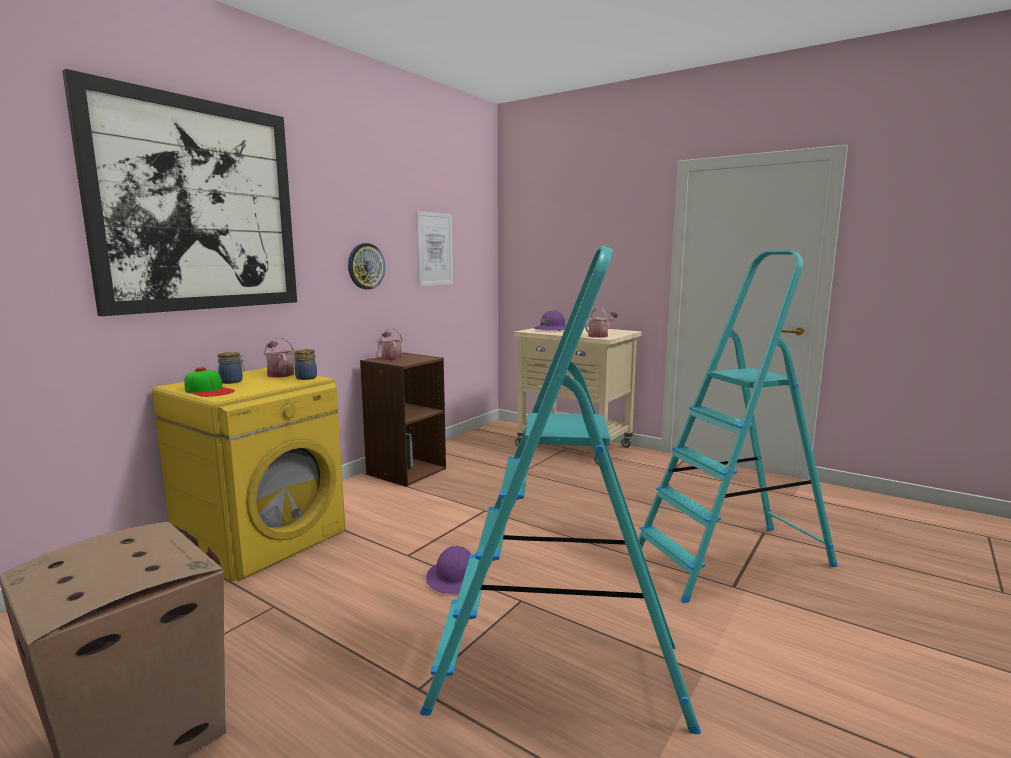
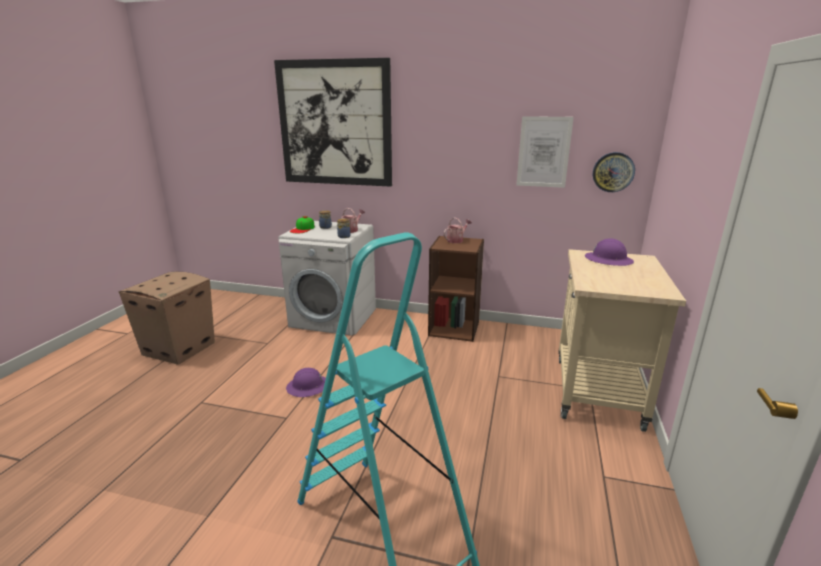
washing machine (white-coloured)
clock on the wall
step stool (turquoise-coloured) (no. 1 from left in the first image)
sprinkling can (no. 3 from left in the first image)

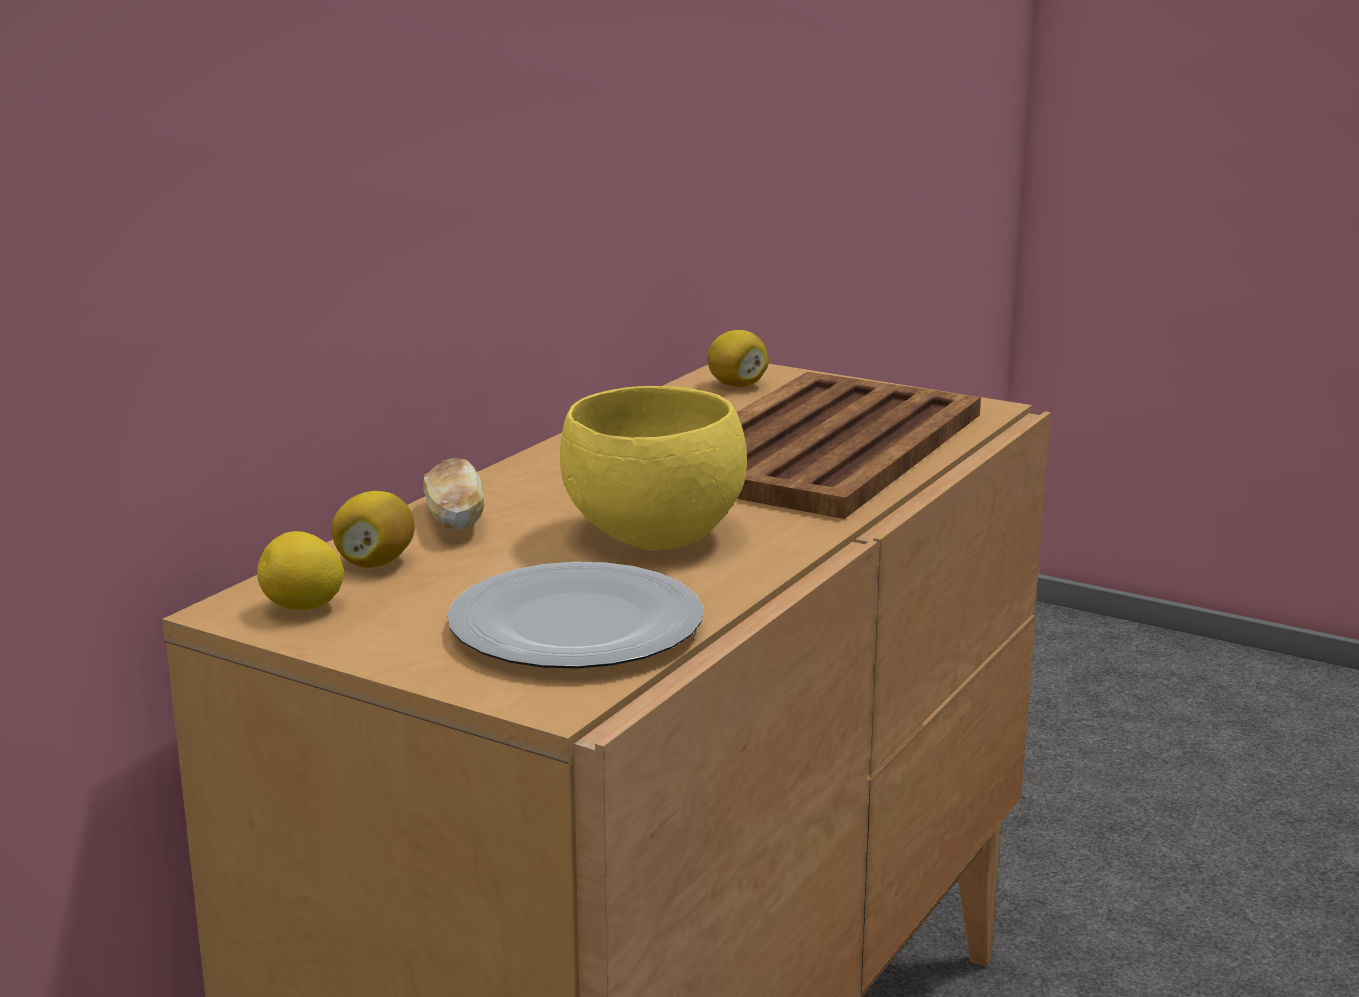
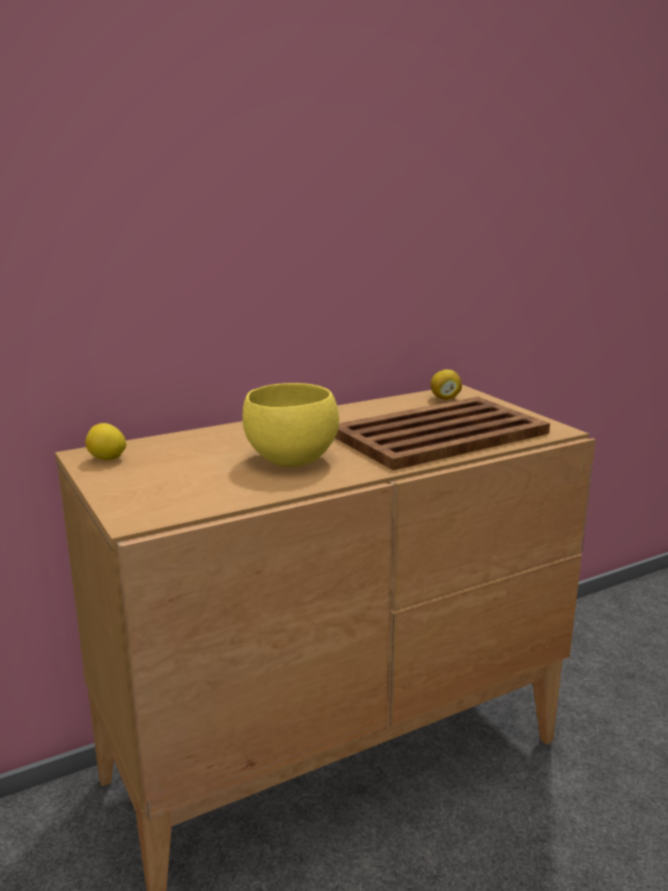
whole lemon (no. 2 from left in the first image)
bread
dinner plate

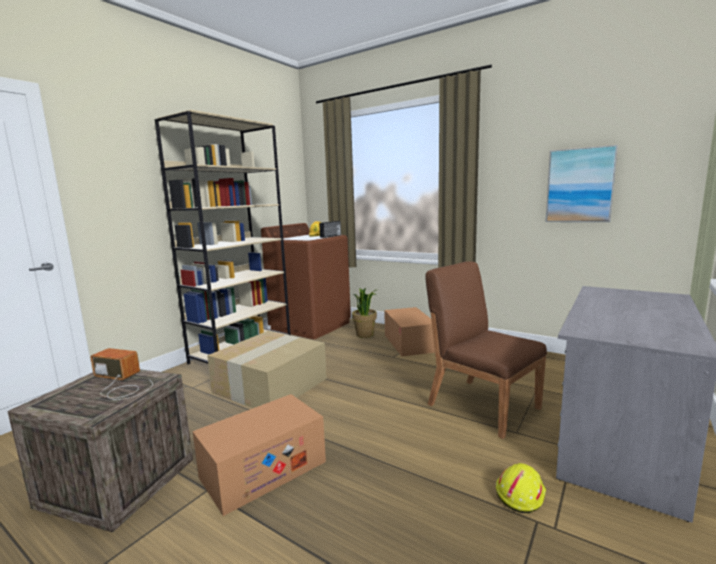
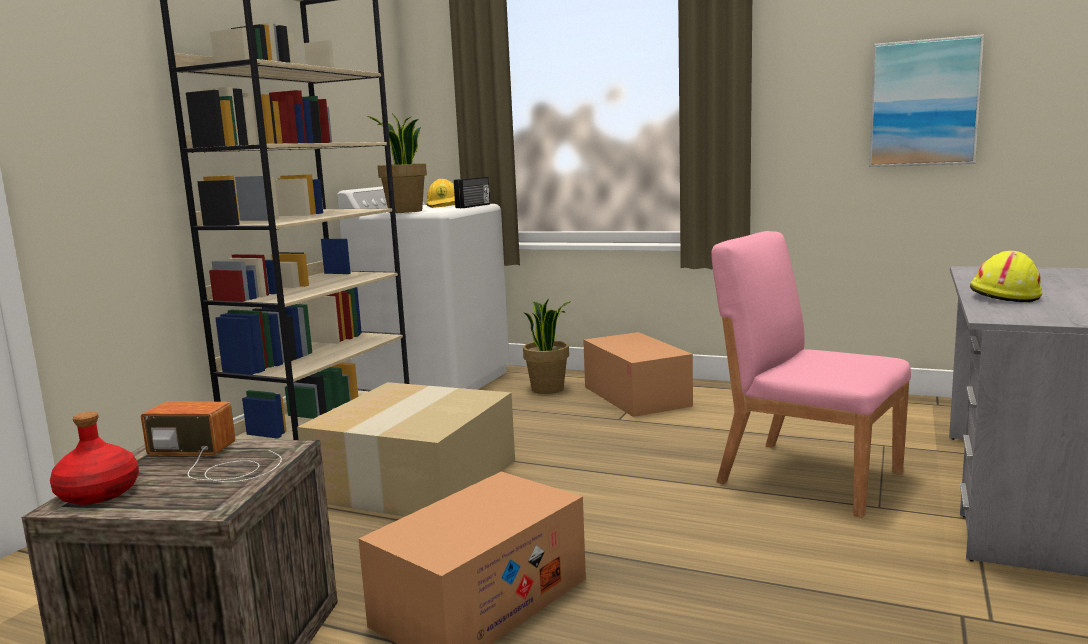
washing machine (white-coloured)
upright chair (pinkish)
hard hat (yellowish) (no. 2 from left)
drink bottle (reddish)
plant in a pot (no. 1 from left)

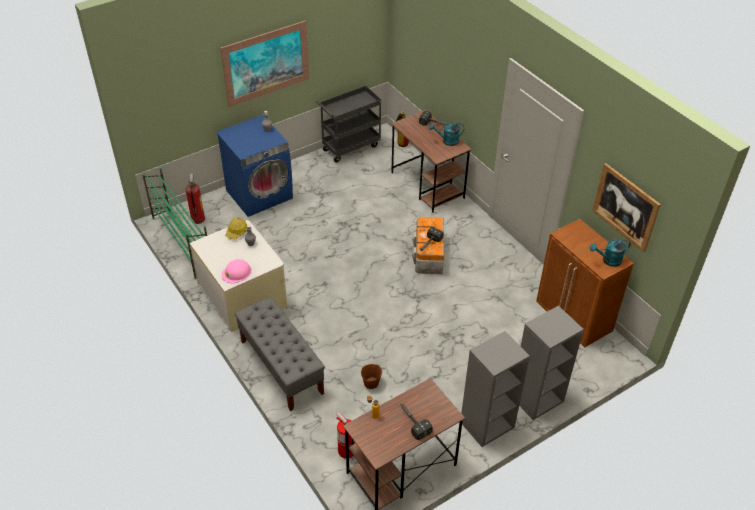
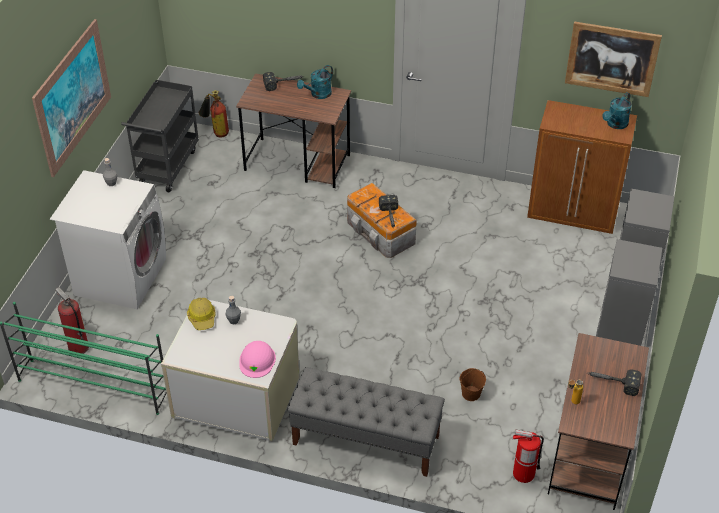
washing machine (white-coloured)

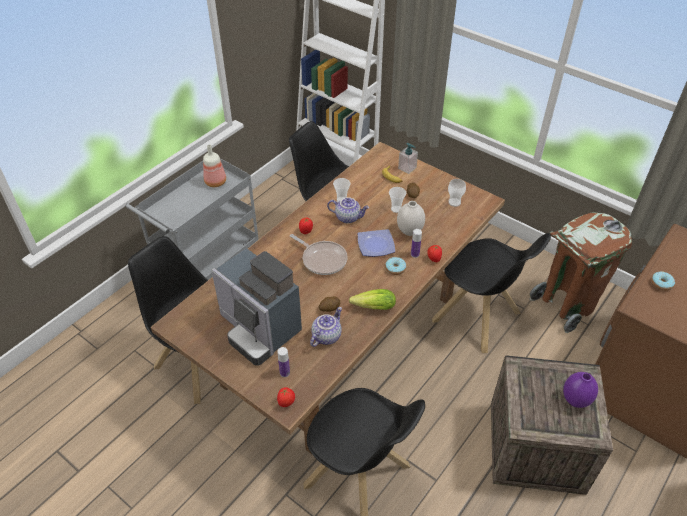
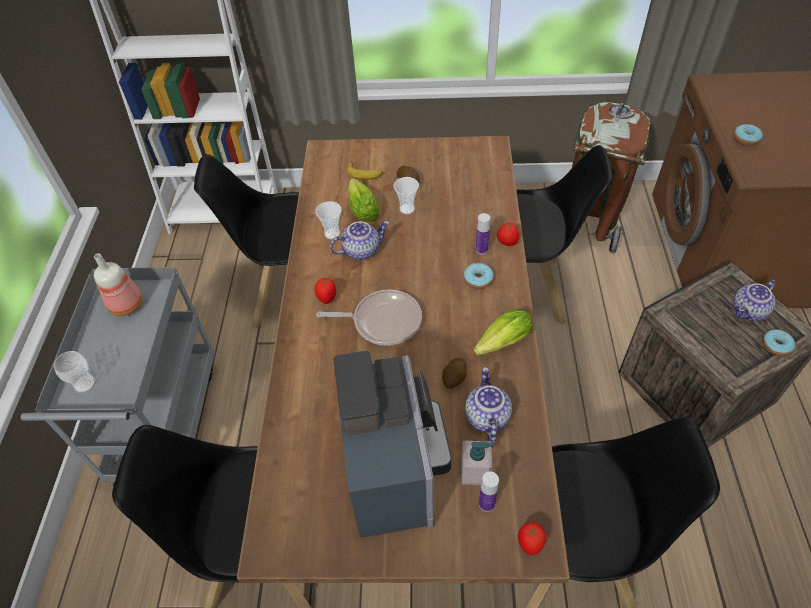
coffee machine
dinner plate
decorative vase (white-coloured)
soap dispenser
cup (no. 1 from left)
teapot (no. 3 from left)
head of lettuce (no. 1 from left)
doughnut (no. 3 from left)

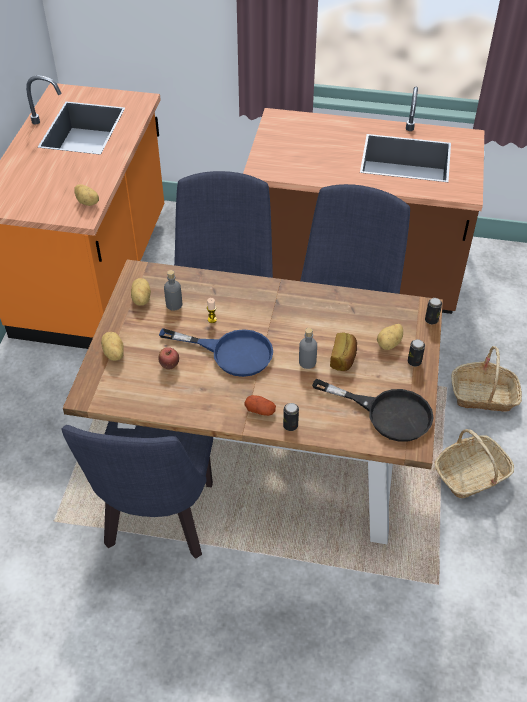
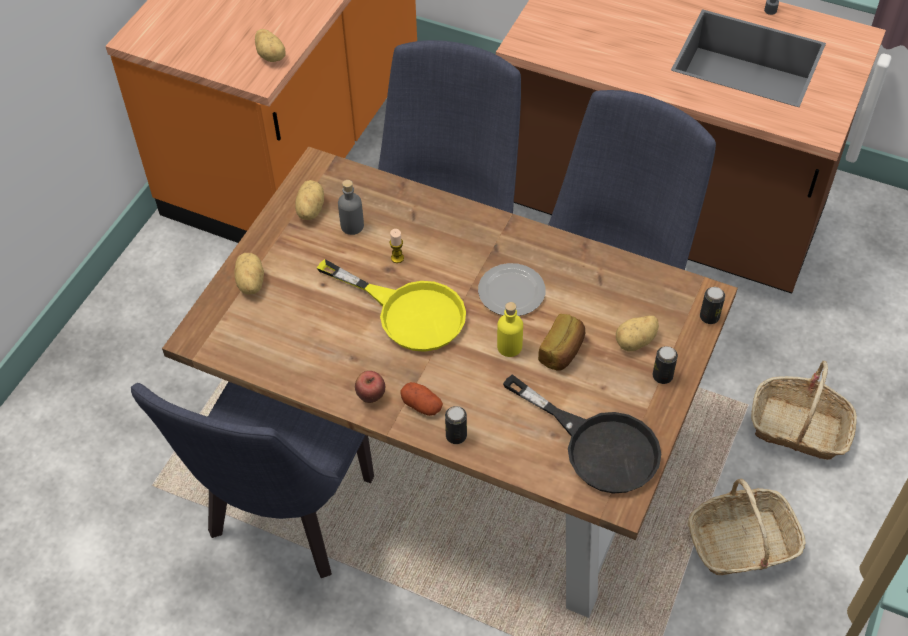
apple fruit
skillet (yellowish)
drink bottle (yellowish)
dinner plate

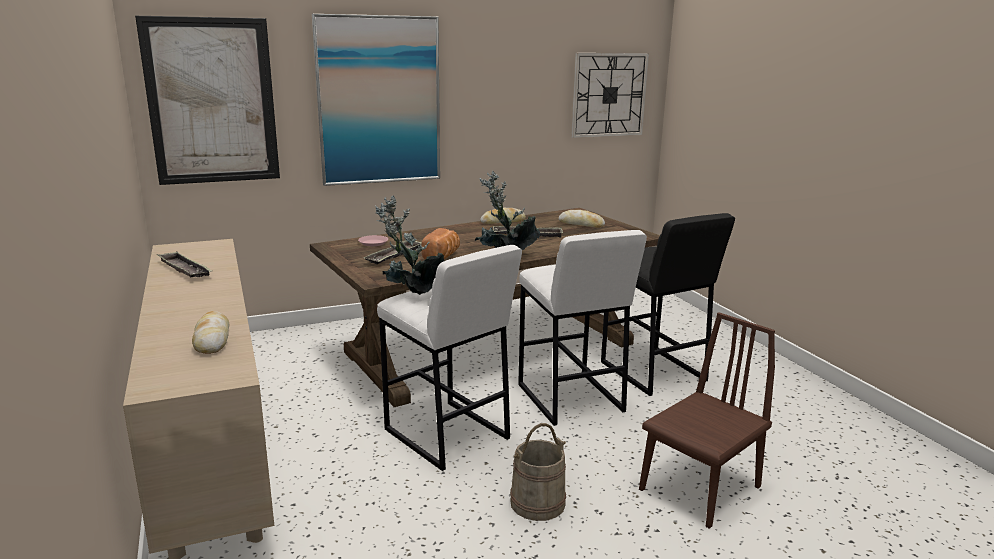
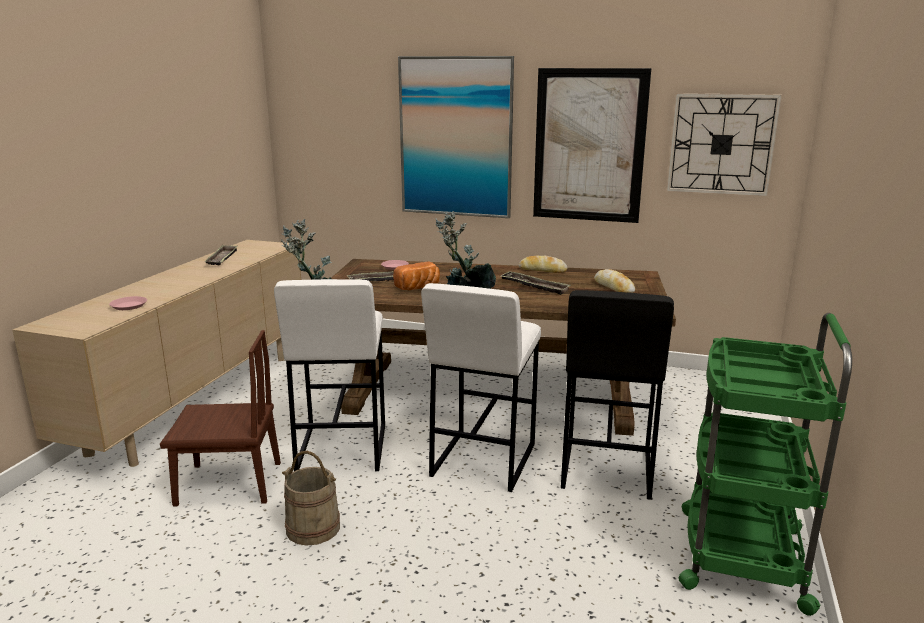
wall art (no. 2 from left)
dinner plate (pinkish) (no. 1 from left)
upright chair (brownish)
cart (green-coloured)

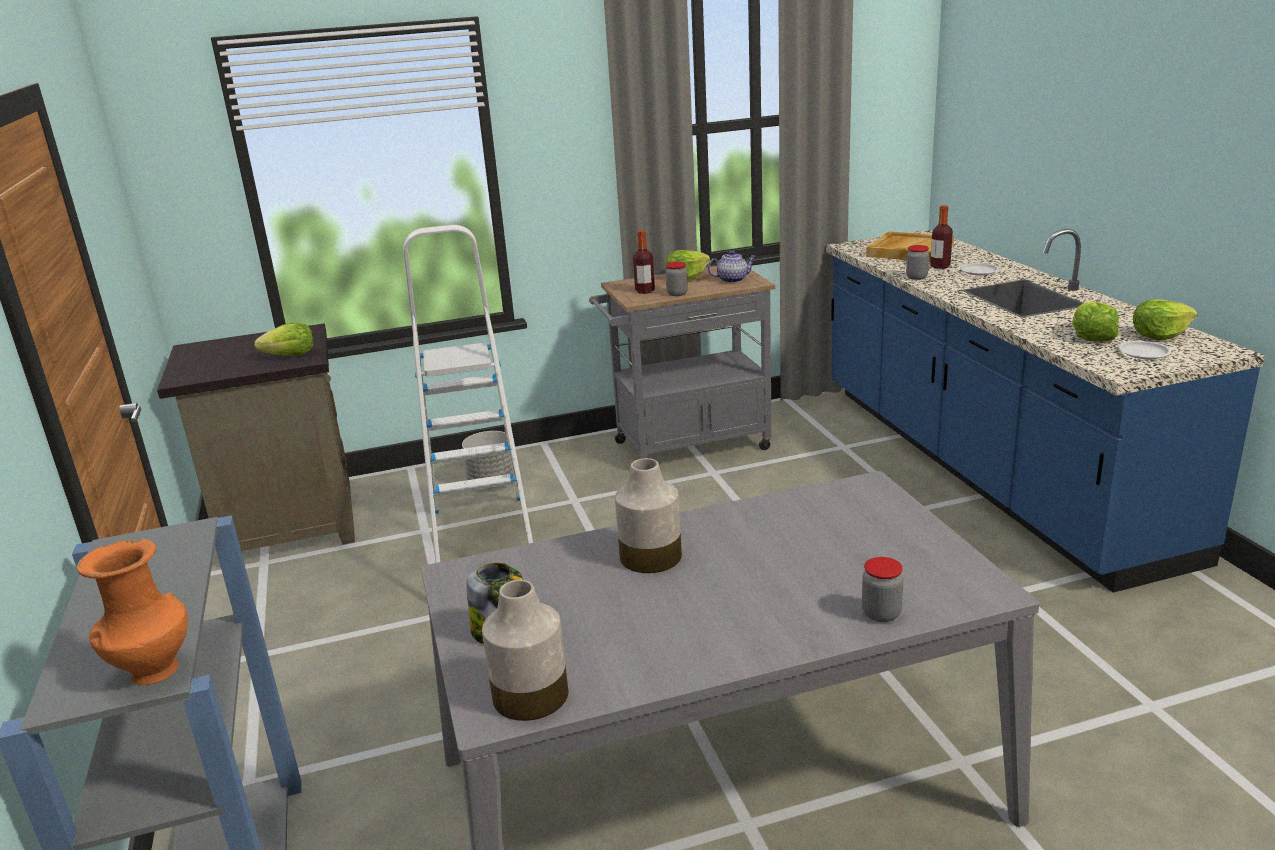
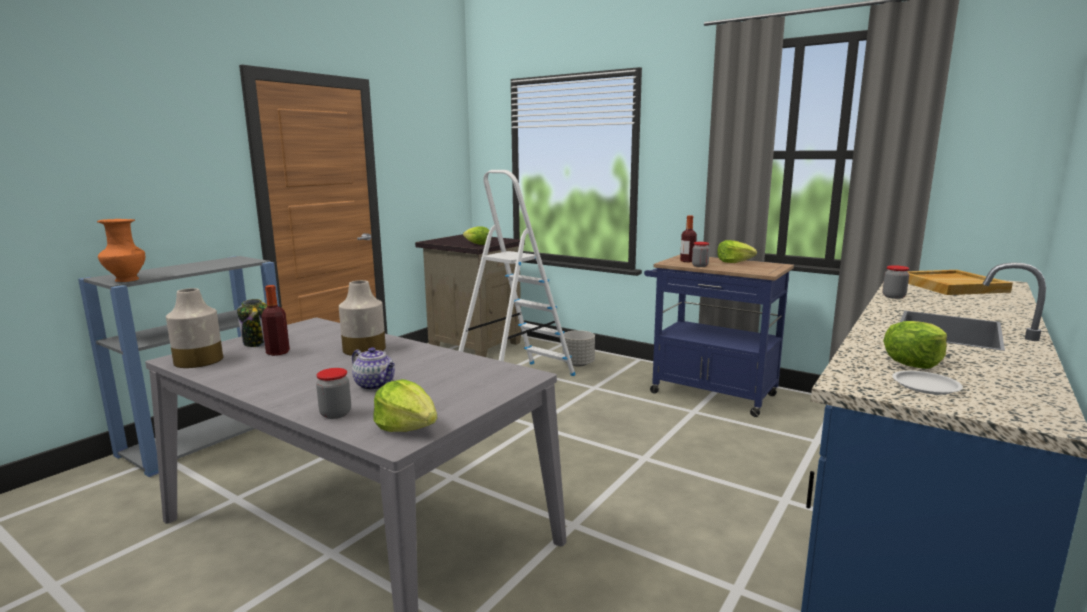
cart (blue-coloured)
teapot
drink bottle (no. 1 from left)
dinner plate (white-coloured) (no. 1 from left in the first image)
head of lettuce (no. 1 from left)

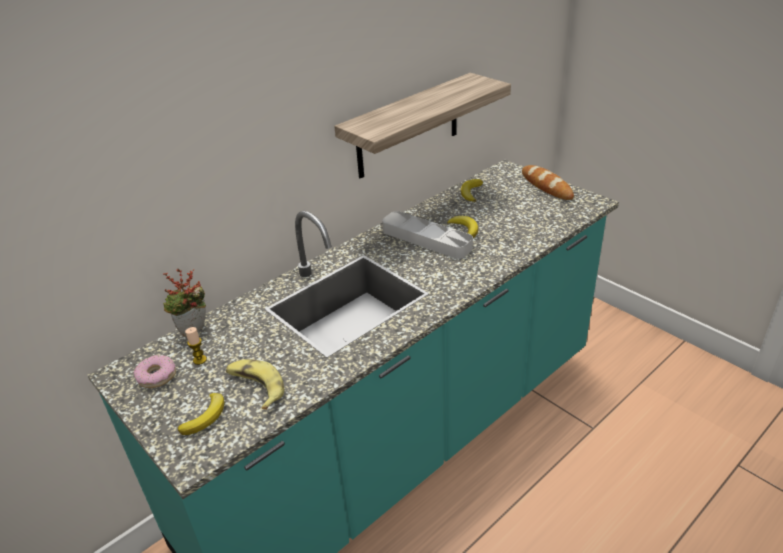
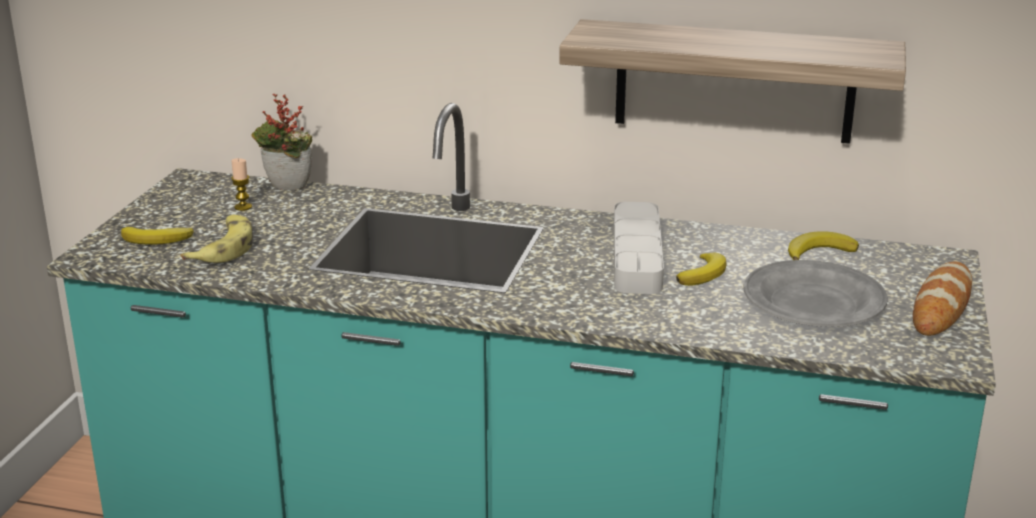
doughnut
dinner plate (gray)

